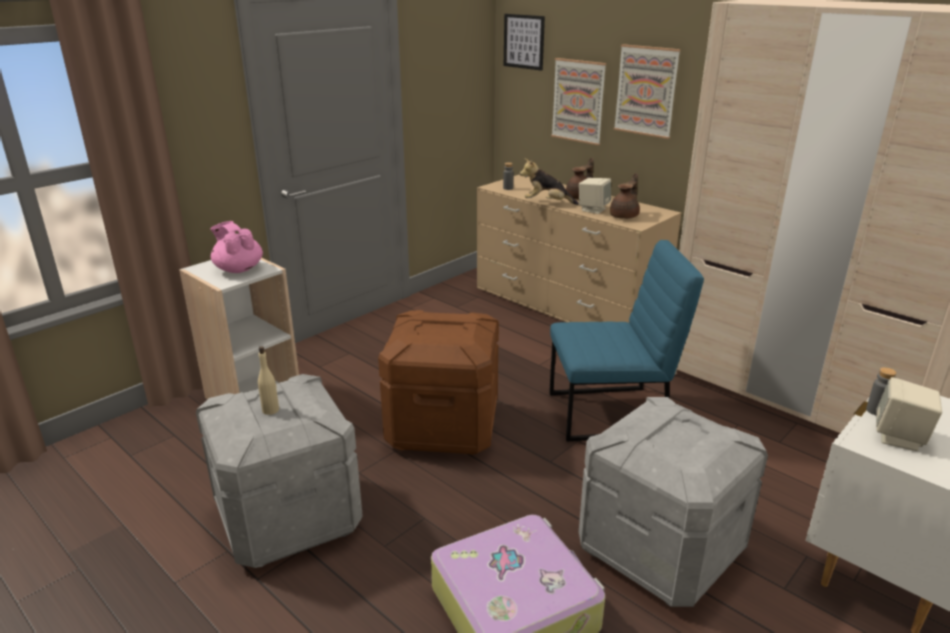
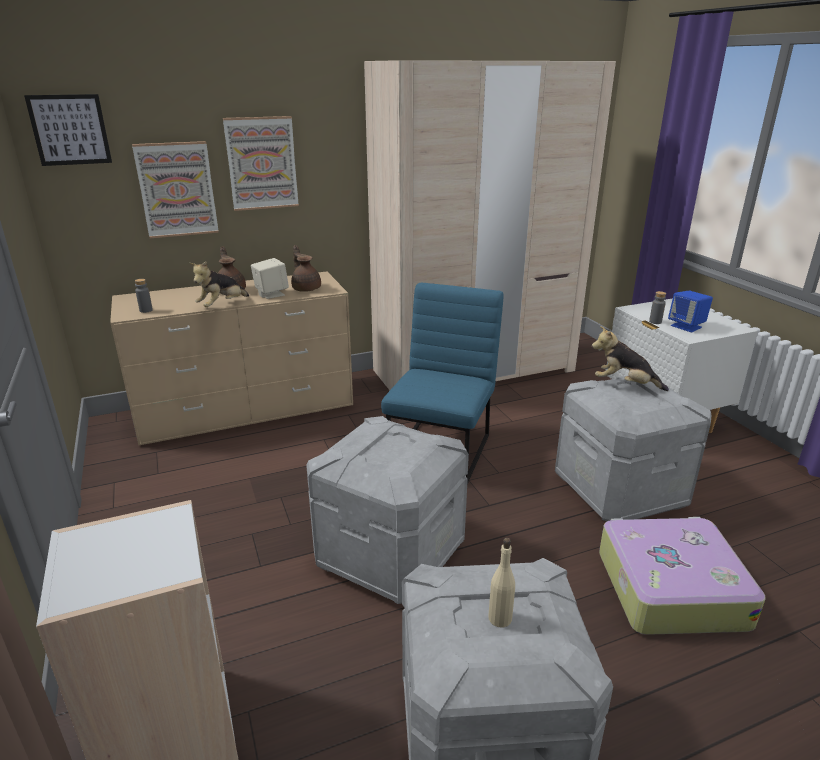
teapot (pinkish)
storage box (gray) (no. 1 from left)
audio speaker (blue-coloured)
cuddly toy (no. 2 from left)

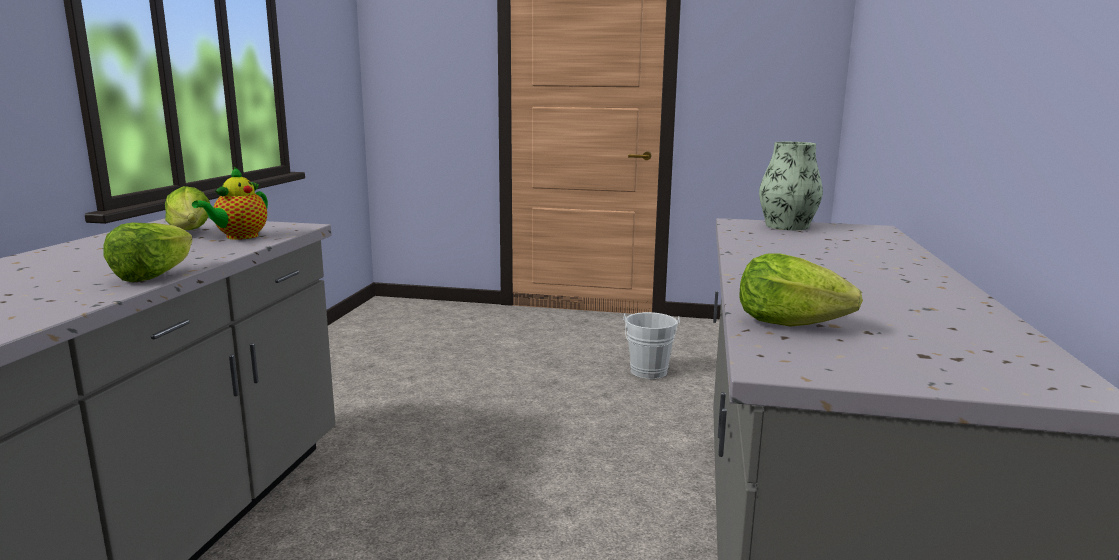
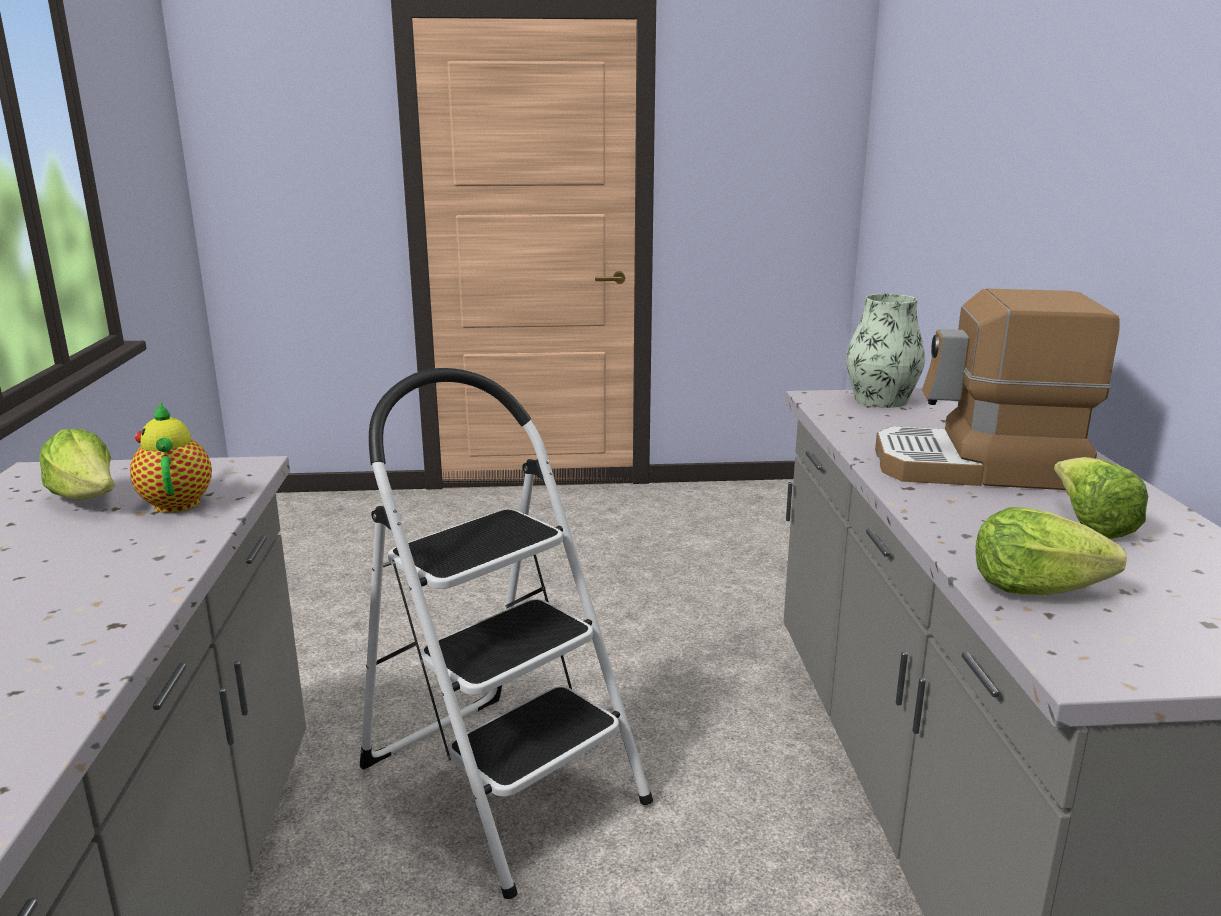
head of lettuce (no. 3 from left)
teapot
pail (white-coloured)
step stool
coffee machine

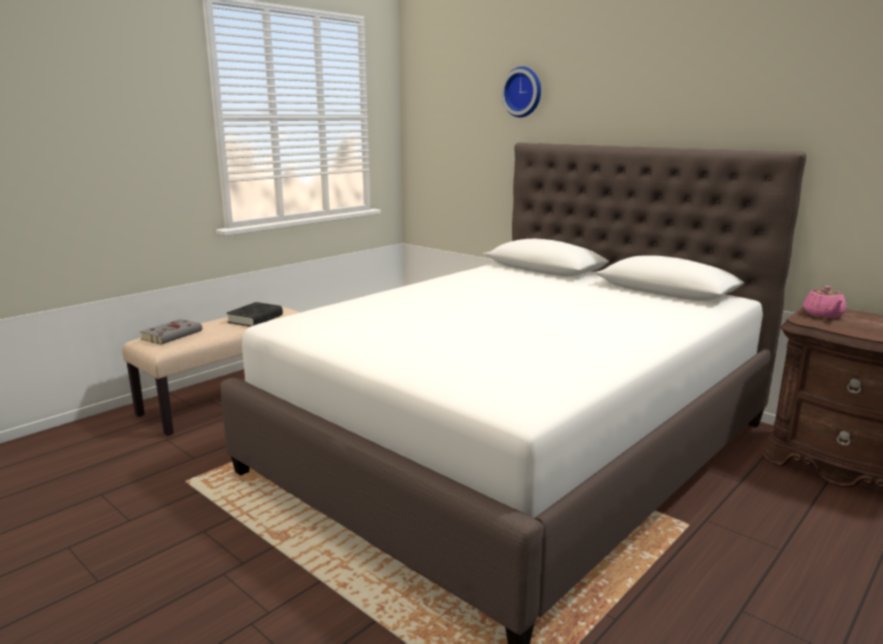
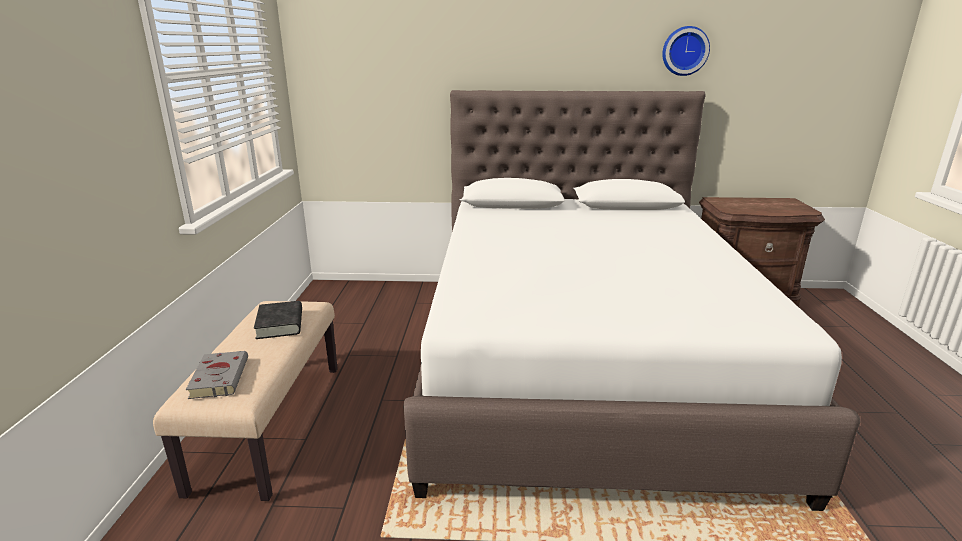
clock on the wall
teapot (pinkish)

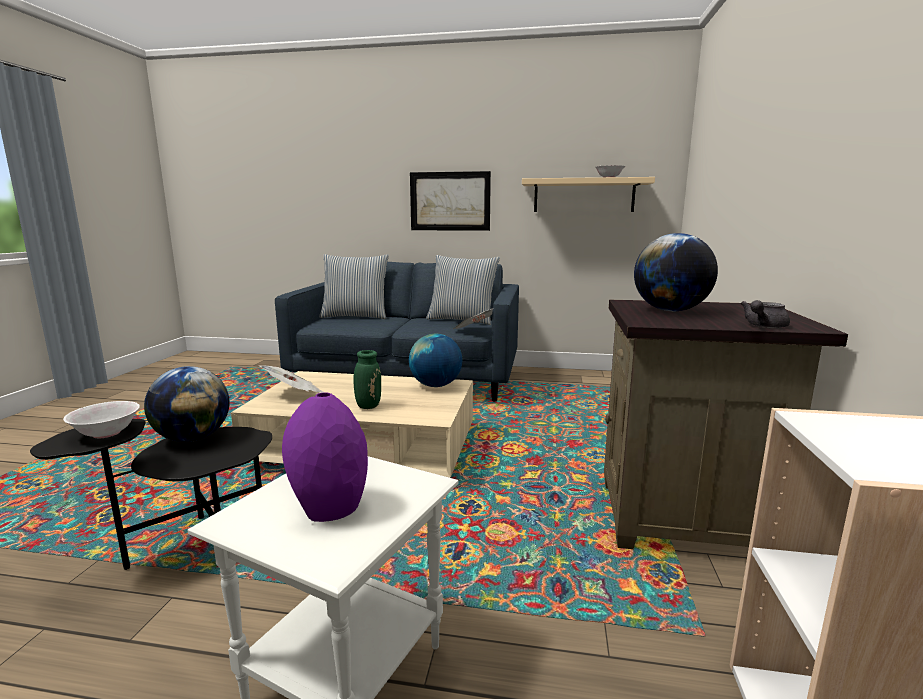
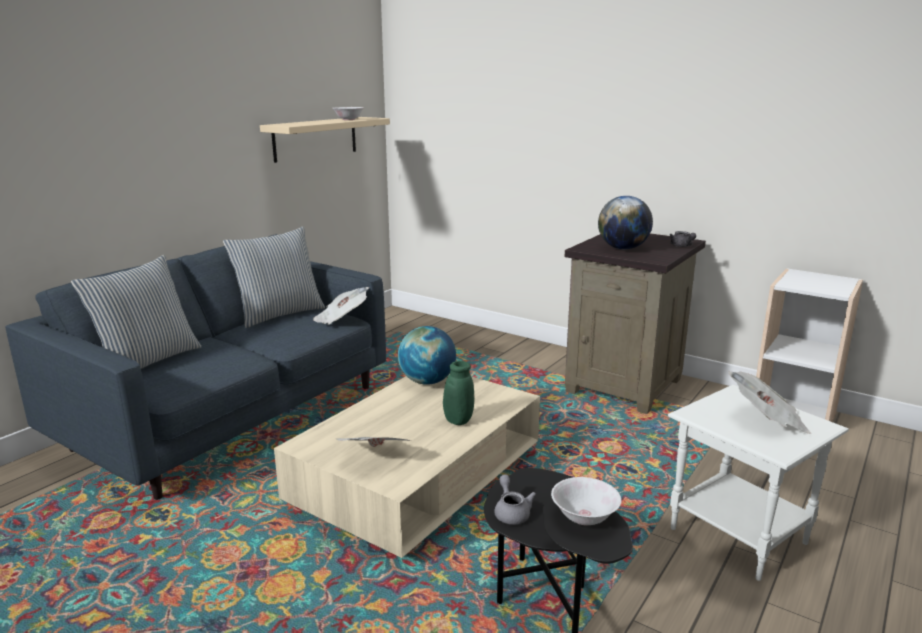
teapot (gray) (no. 1 from left)
printed paper (no. 3 from left)
wall art

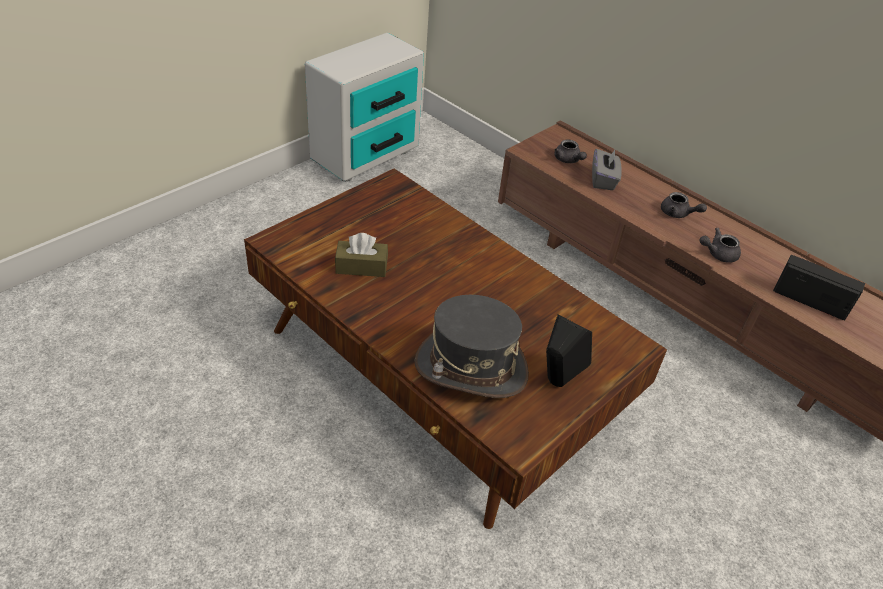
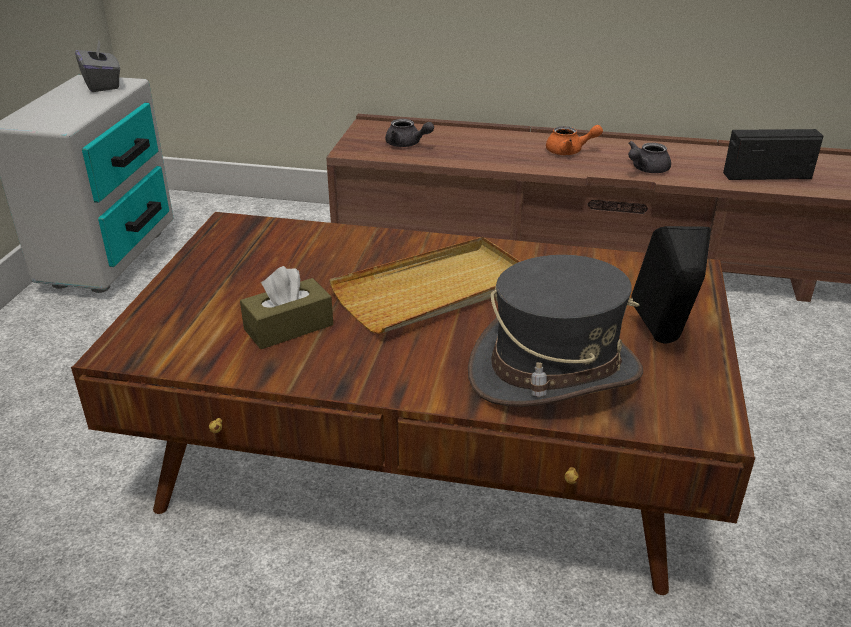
tissue holder (gray)
teapot (orange-coloured)
serving tray (beige-coloured)

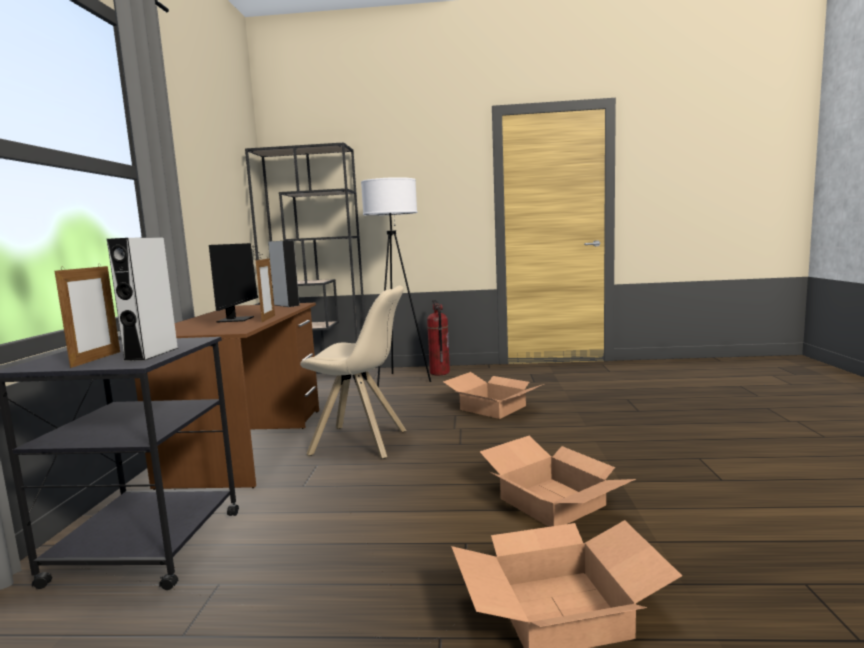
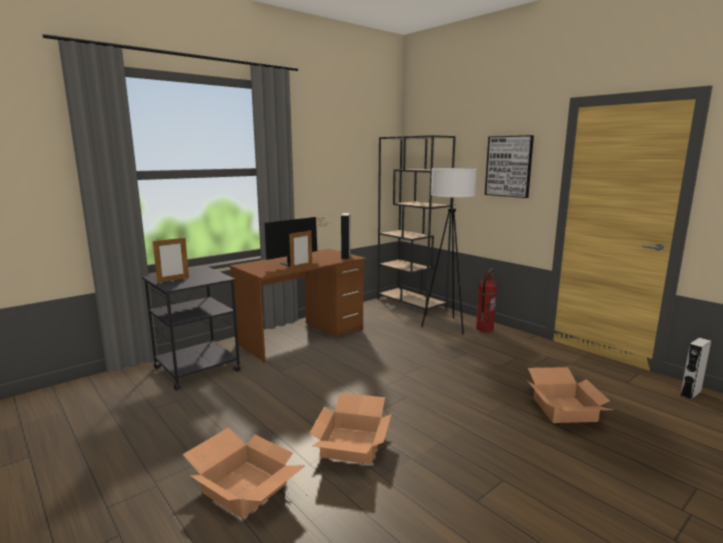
audio speaker (gray) (no. 2 from left)
upright chair (beige-coloured)
carton (no. 3 from left)
wall art

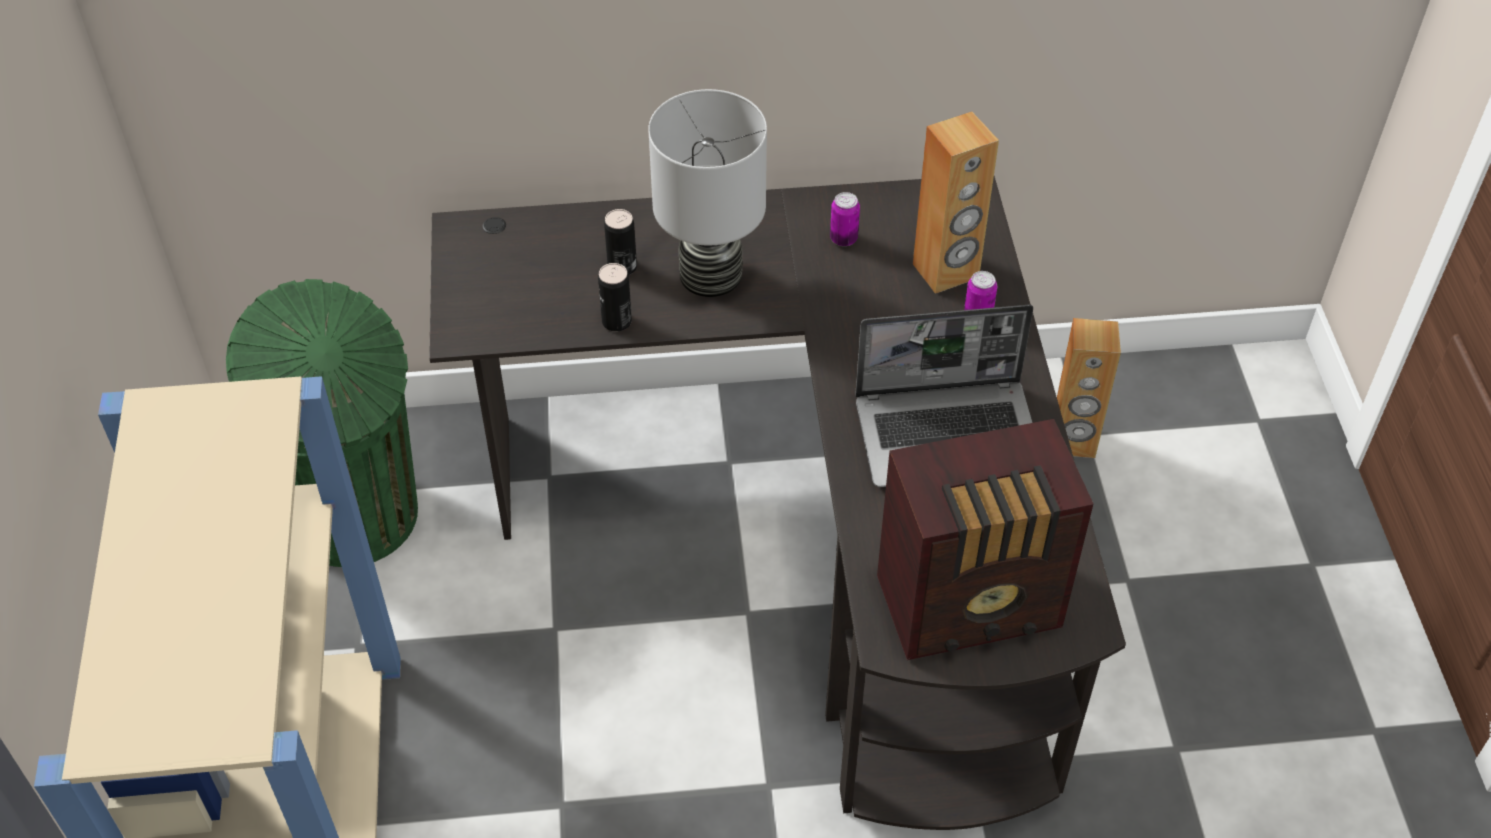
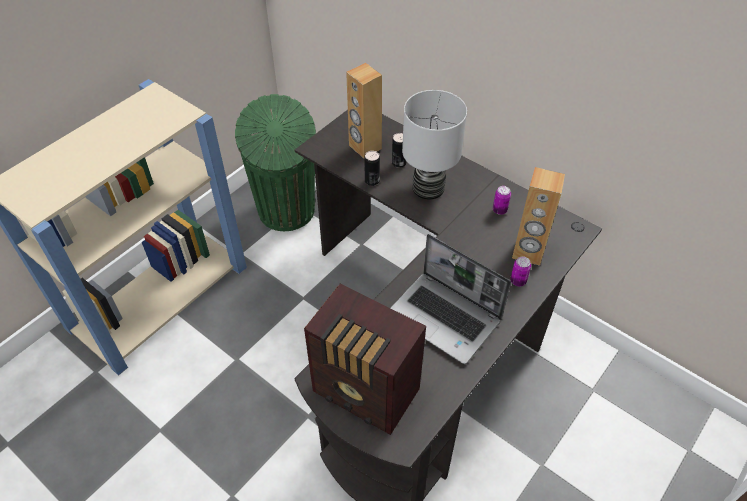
audio speaker (brownish) (no. 1 from left)

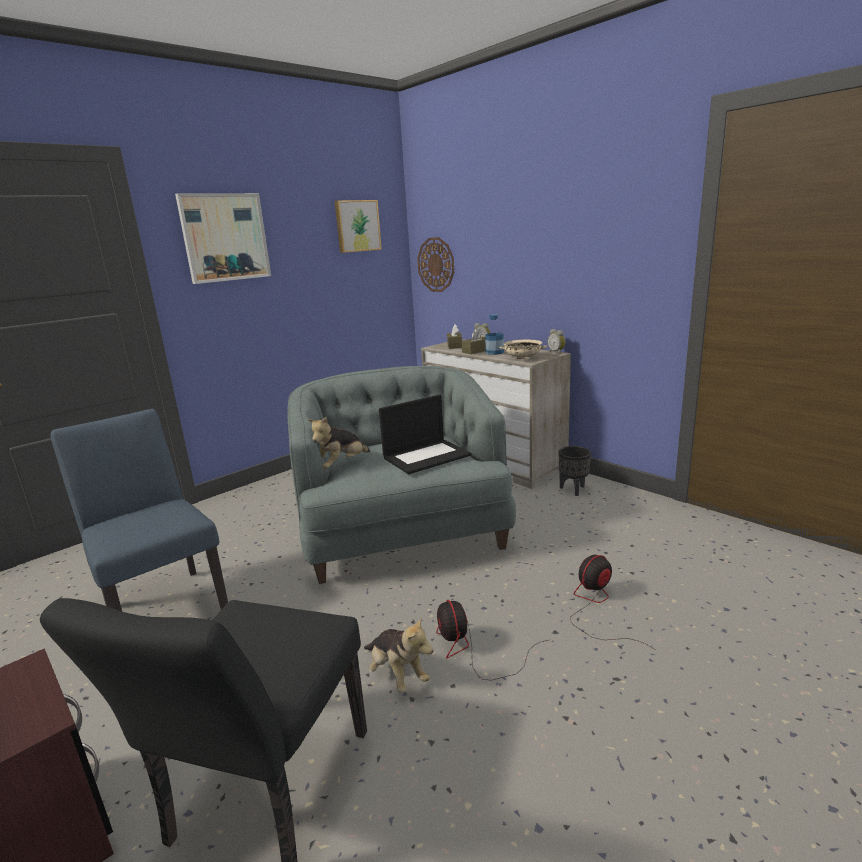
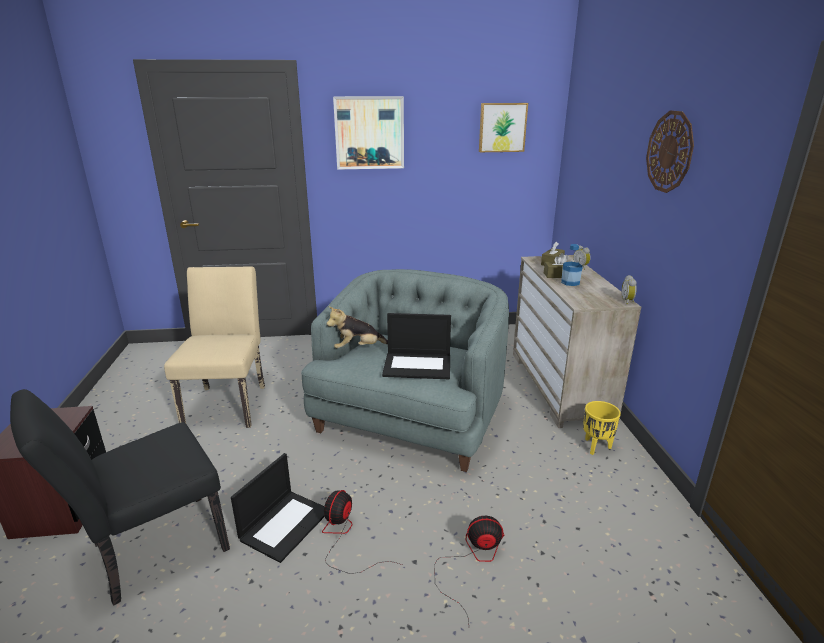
upright chair (beige-coloured)
portable computer (no. 1 from left)
clock on the wall
bowl (beige-coloured)
planter (yellowish)

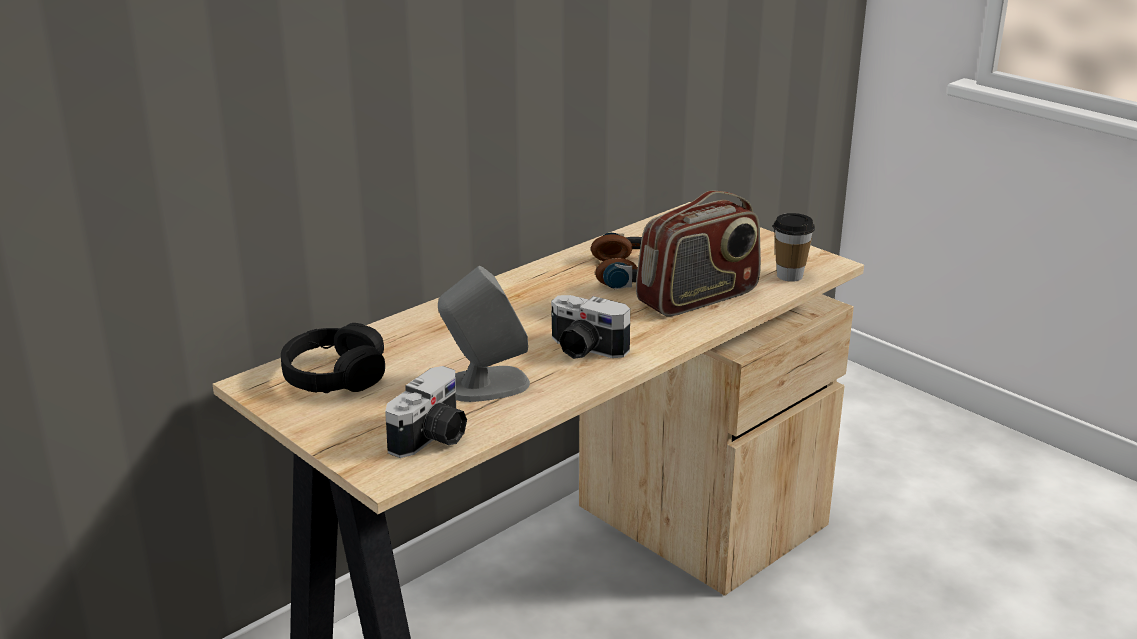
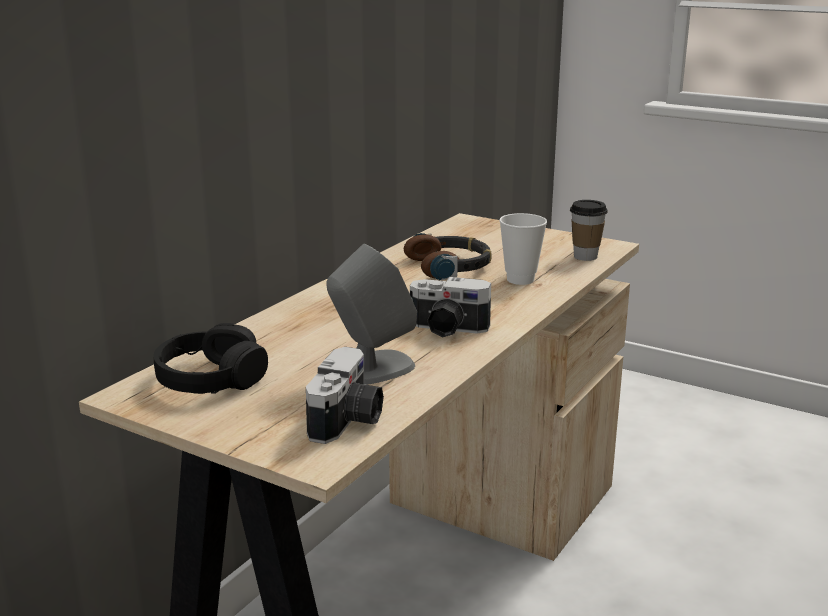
cup (no. 1 from left)

